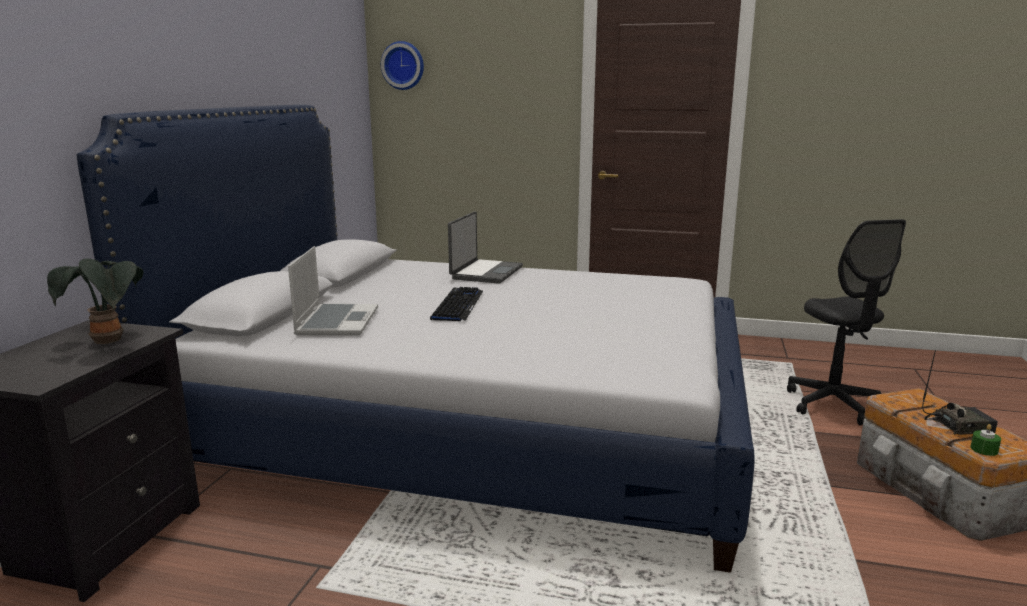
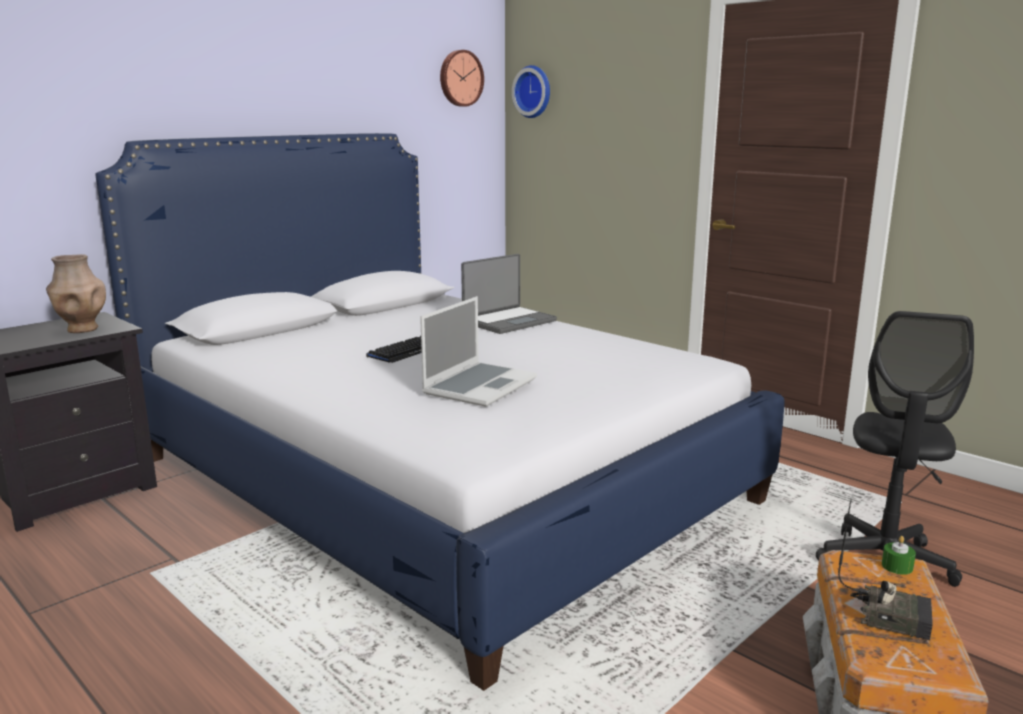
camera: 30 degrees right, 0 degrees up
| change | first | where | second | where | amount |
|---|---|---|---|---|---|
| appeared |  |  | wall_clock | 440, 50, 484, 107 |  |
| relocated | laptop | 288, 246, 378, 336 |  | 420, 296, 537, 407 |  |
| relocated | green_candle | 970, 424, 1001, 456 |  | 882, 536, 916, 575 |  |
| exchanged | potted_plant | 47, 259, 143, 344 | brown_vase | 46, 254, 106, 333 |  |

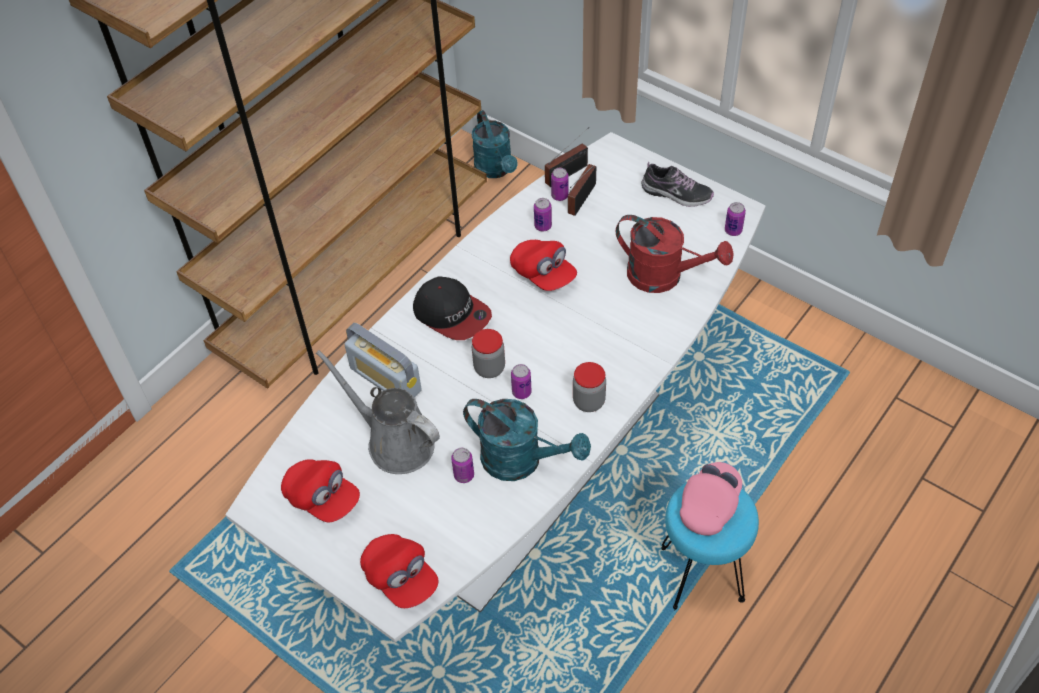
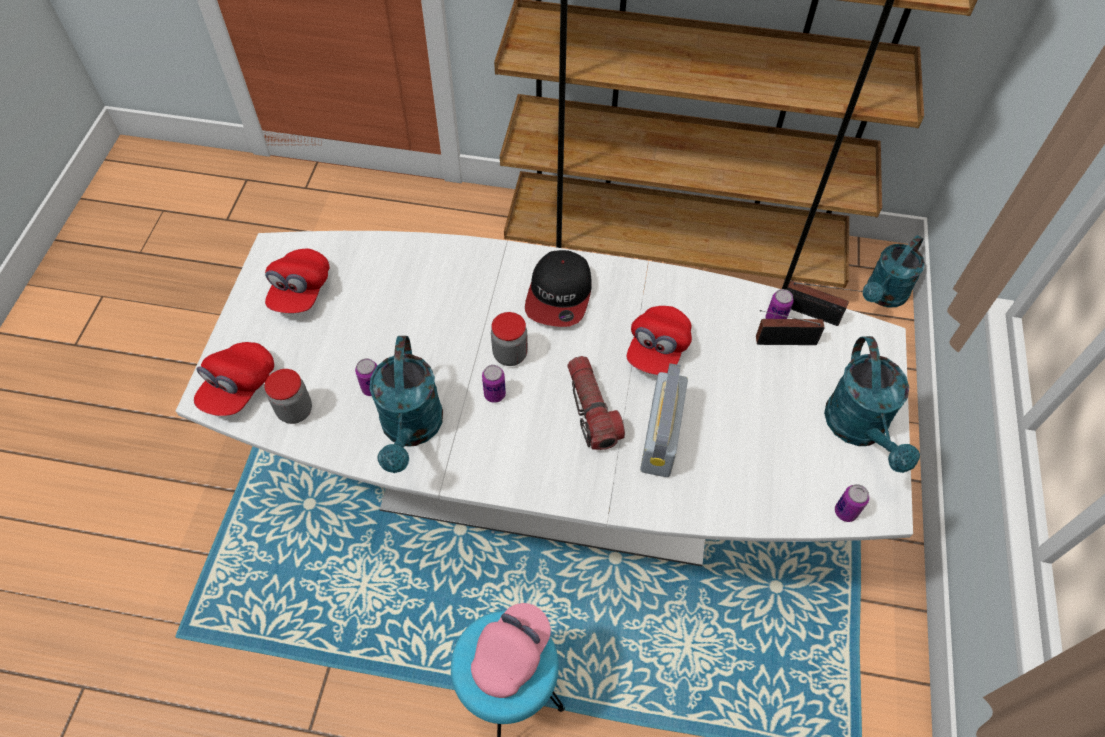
camera: 60 degrees right, 5 degrees up
| change | first | where | second | where | amount |
|---|---|---|---|---|---|
| missing | grey_watering_can | 316, 350, 440, 474 |  |  |  |
| missing | can | 534, 198, 552, 231 |  |  |  |
| missing | red_watering_can | 616, 215, 734, 293 |  |  |  |
| appeared |  |  | flashlight | 567, 356, 625, 450 |  |
| relocated | radio | 344, 323, 422, 397 |  | 640, 363, 688, 477 |  |
| relocated | jar | 573, 362, 606, 412 |  | 265, 369, 312, 424 |  |
| exchanged | shoe | 642, 162, 714, 207 | turquoise_watering_can | 824, 336, 920, 473 |  |
| spun | pink_cap | 680, 462, 742, 536 |  | 471, 603, 551, 698 | 60 degrees counterclockwise |

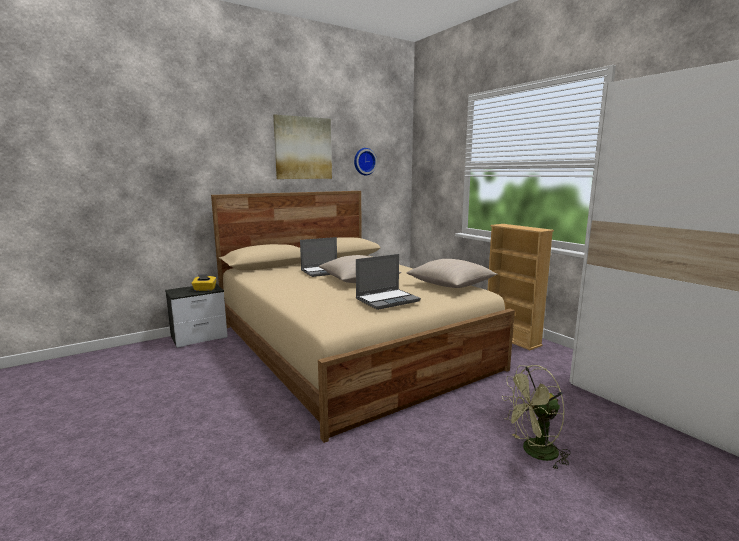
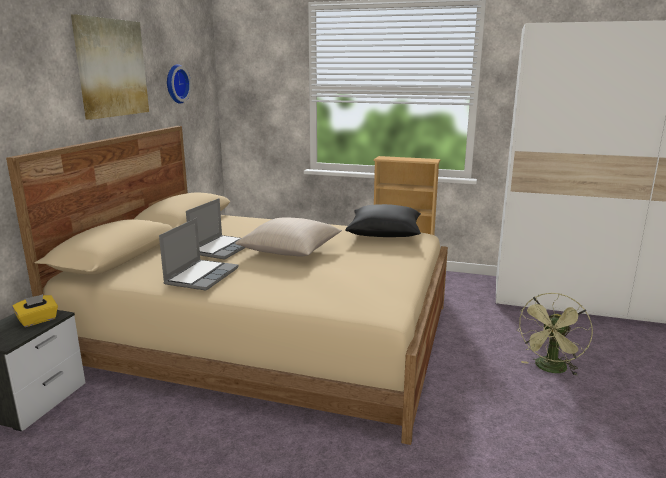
camera: 40 degrees left, 5 degrees up
| change | first | where | second | where | amount |
|---|---|---|---|---|---|
| relocated | laptop | 356, 254, 421, 310 |  | 159, 218, 239, 291 |  |
| colour | beige_pillow | 407, 259, 497, 288 | black_pillow | 345, 204, 421, 237 |  |

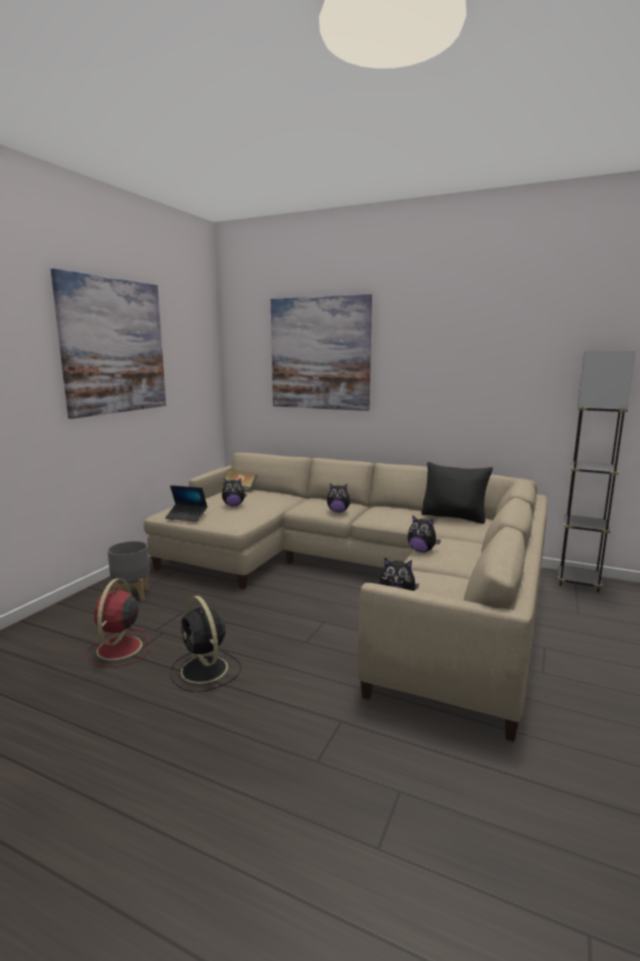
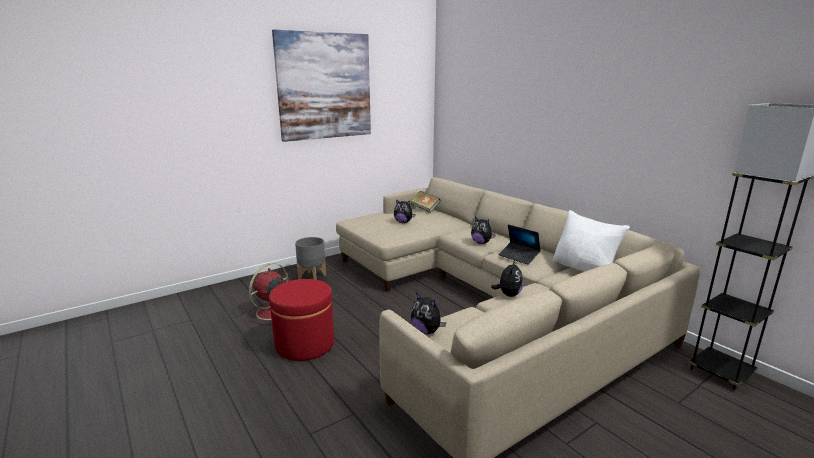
camera: 30 degrees right, 5 degrees up
| change | first | where | second | where | amount |
|---|---|---|---|---|---|
| missing | picture | 271, 294, 372, 411 |  |  |  |
| relocated | laptop | 165, 485, 208, 522 |  | 498, 225, 541, 265 |  |
| exchanged | black_fan | 171, 596, 241, 692 | red_ottoman | 269, 279, 334, 361 |  |
| colour | black_pillow | 421, 462, 493, 524 | white_pillow | 553, 210, 630, 272 |  |
| spun | plush_toy | 408, 515, 441, 552 |  | 491, 260, 523, 297 | 135 degrees counterclockwise |

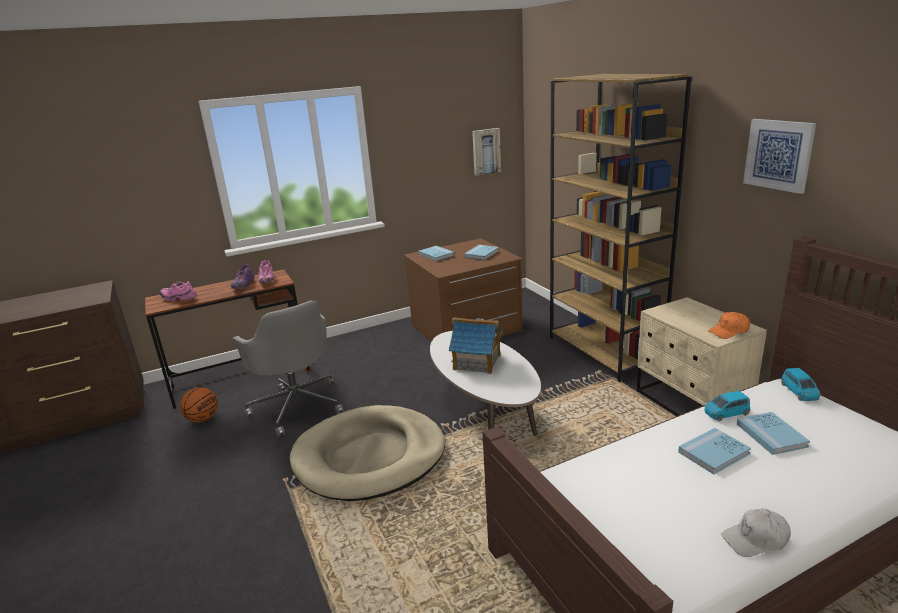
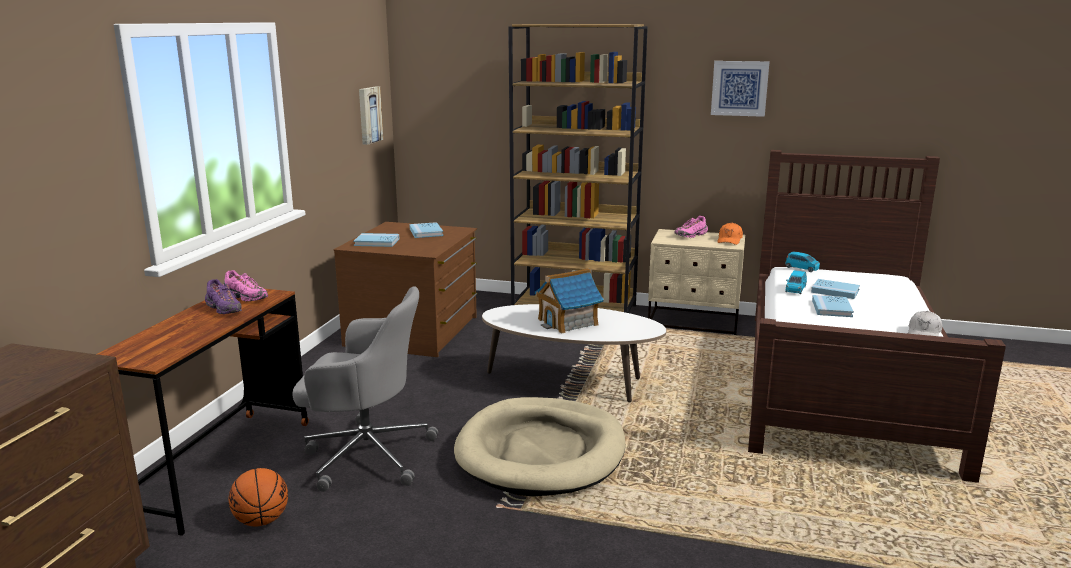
camera: 50 degrees left, 5 degrees down
| change | first | where | second | where | amount |
|---|---|---|---|---|---|
| relocated | pink_shoe | 160, 281, 197, 301 |  | 675, 216, 708, 238 |  |

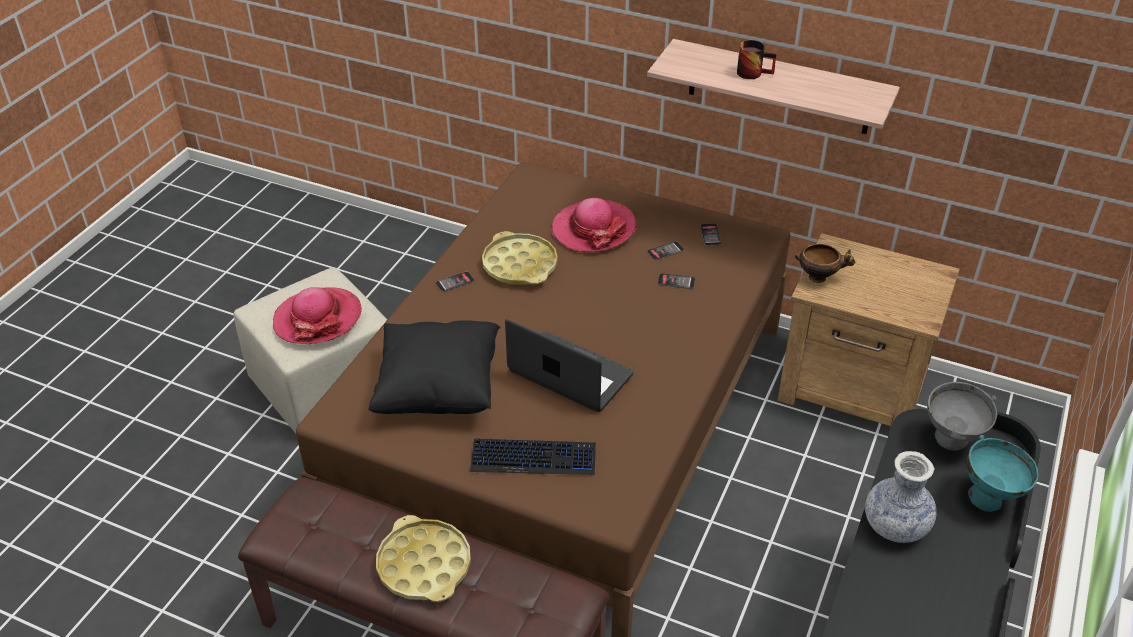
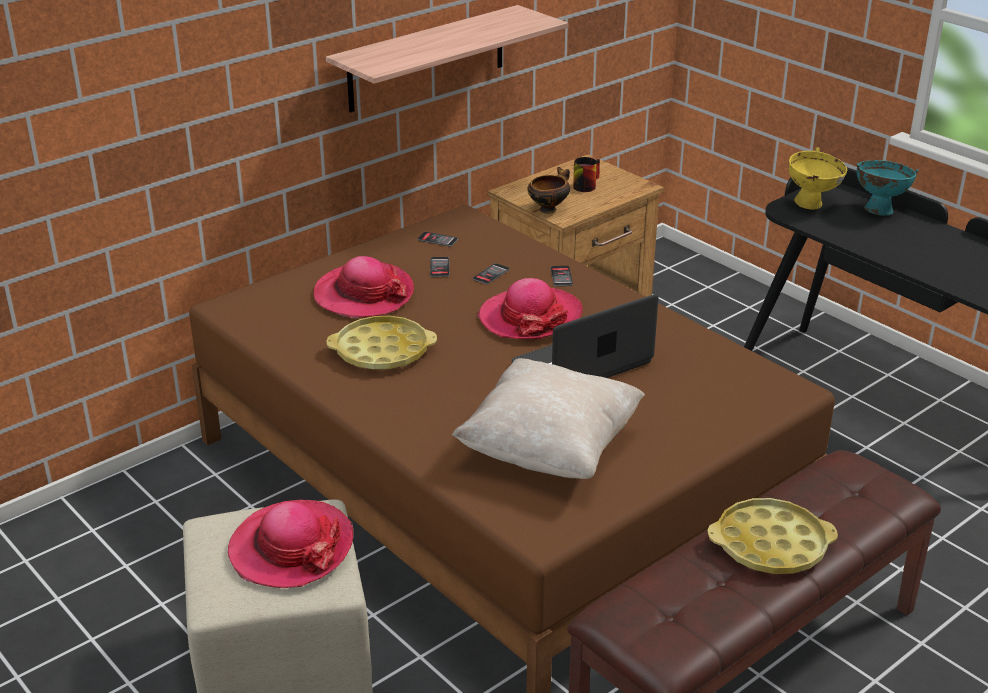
camera: 65 degrees left, 10 degrees down
| change | first | where | second | where | amount |
|---|---|---|---|---|---|
| missing | keyboard | 470, 438, 596, 475 |  |  |  |
| missing | vase | 865, 451, 937, 543 |  |  |  |
| appeared |  |  | hat | 478, 278, 583, 339 |  |
| relocated | phone | 435, 271, 474, 292 |  | 551, 266, 573, 286 |  |
| relocated | mug | 737, 40, 776, 79 |  | 573, 157, 600, 192 |  |
| colour | black_pillow | 368, 320, 500, 414 | beige_pillow | 452, 358, 645, 479 |  |
| colour | grey_bowl | 927, 382, 997, 451 | yellow_bowl | 788, 148, 847, 210 |  |

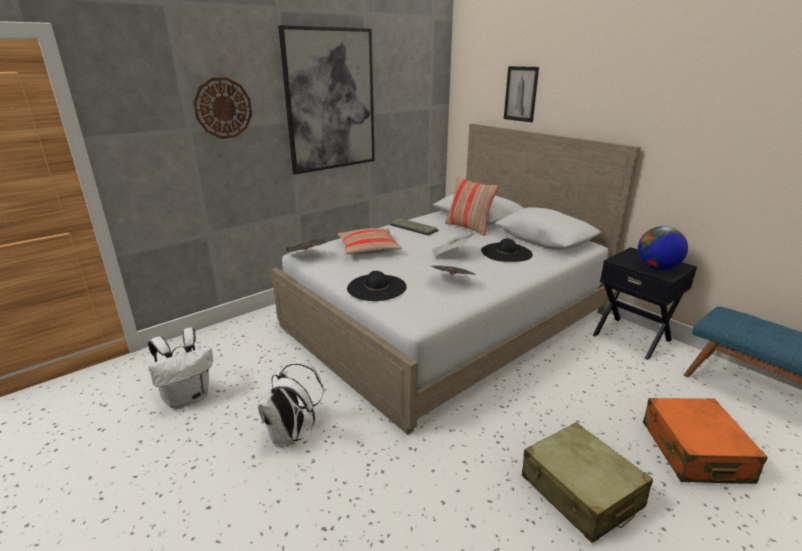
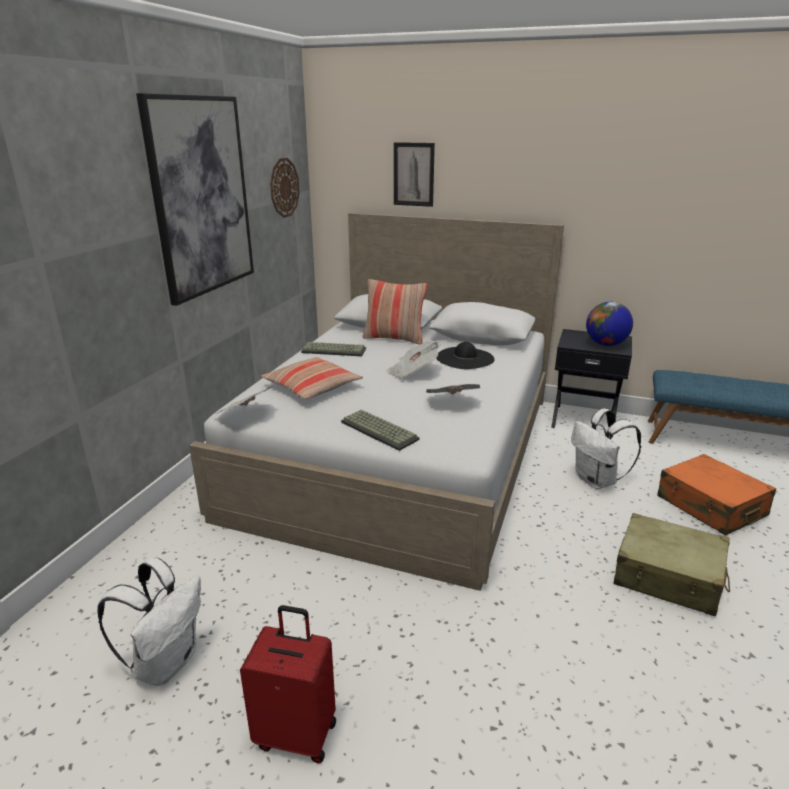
camera: 30 degrees left, 0 degrees up
| change | first | where | second | where | amount |
|---|---|---|---|---|---|
| appeared |  |  | red_suitcase | 240, 605, 336, 763 |  |
| relocated | wall_clock | 193, 77, 252, 139 |  | 270, 158, 300, 218 |  |
| relocated | white_backpack | 258, 360, 324, 445 |  | 571, 409, 641, 489 |  |
| exchanged | black_hat | 347, 271, 407, 301 | keyboard | 341, 409, 419, 451 |  |

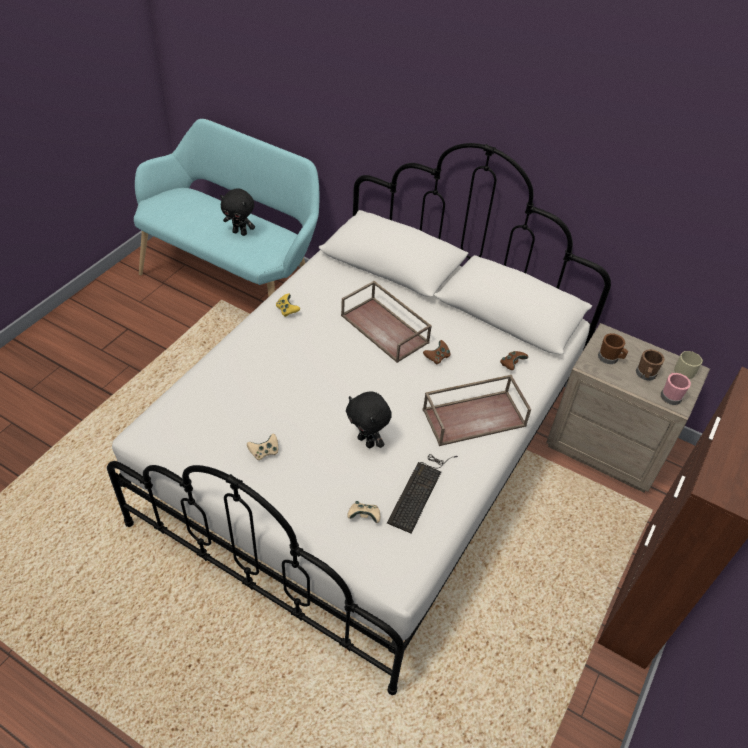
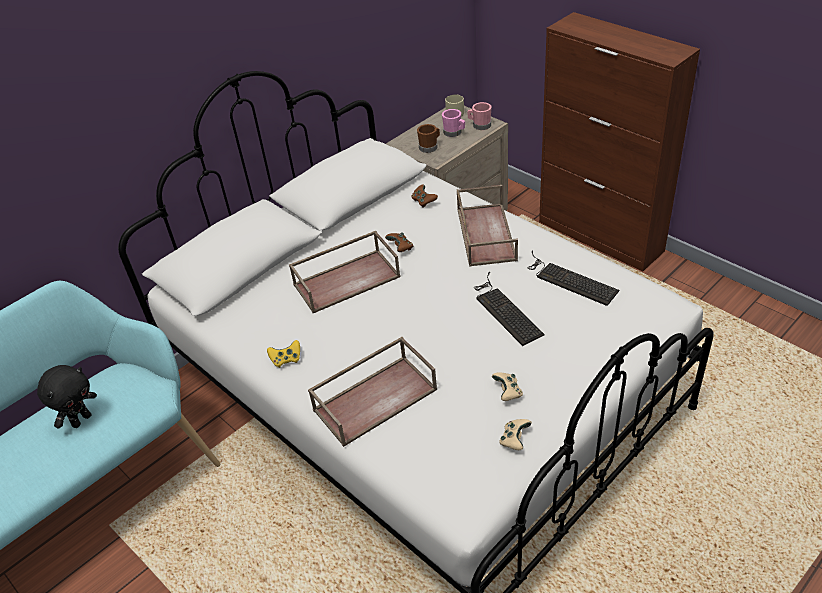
camera: 70 degrees left, 5 degrees down
| change | first | where | second | where | amount |
|---|---|---|---|---|---|
| appeared |  |  | brown_tray | 308, 337, 437, 447 |  |
| relocated | beige_game_controller | 347, 501, 380, 523 |  | 499, 419, 532, 450 |  |
| exchanged | black_plush_toy | 346, 391, 392, 448 | keyboard | 474, 272, 545, 346 |  |
| colour | brown_mug | 636, 349, 665, 381 | pink_mug | 442, 109, 465, 137 |  |

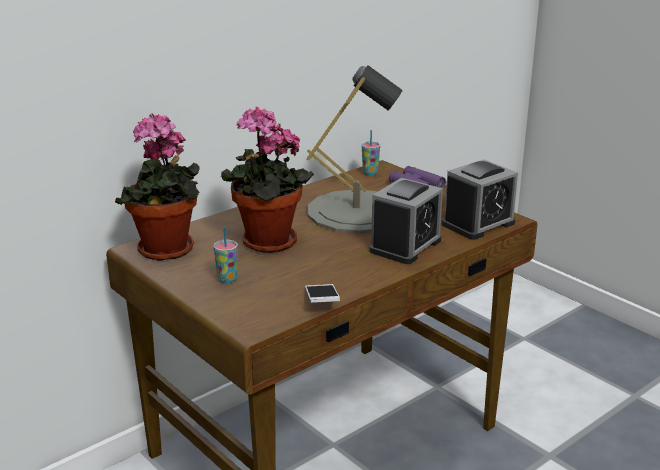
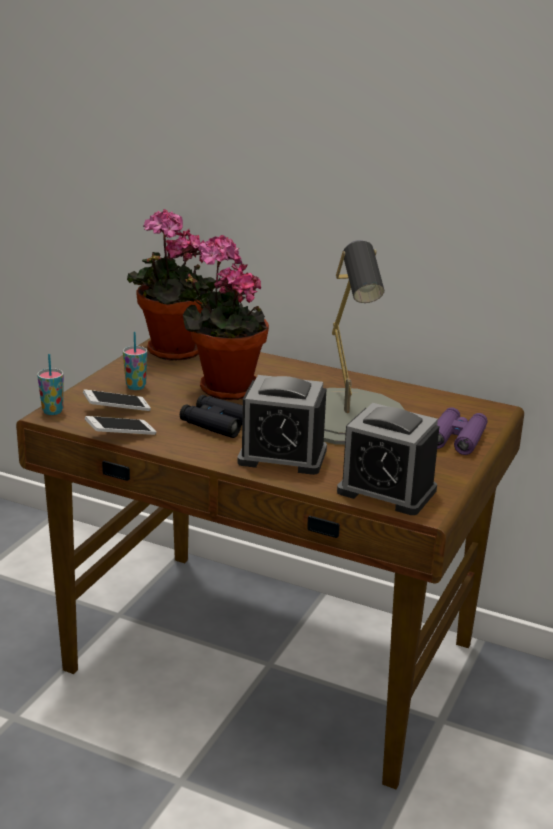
camera: 65 degrees right, 0 degrees up
| change | first | where | second | where | amount |
|---|---|---|---|---|---|
| appeared |  |  | phone | 83, 389, 151, 411 |  |
| appeared |  |  | black_binoculars | 180, 395, 243, 438 |  |
| relocated | cup | 362, 130, 380, 175 |  | 37, 354, 64, 415 |  |

